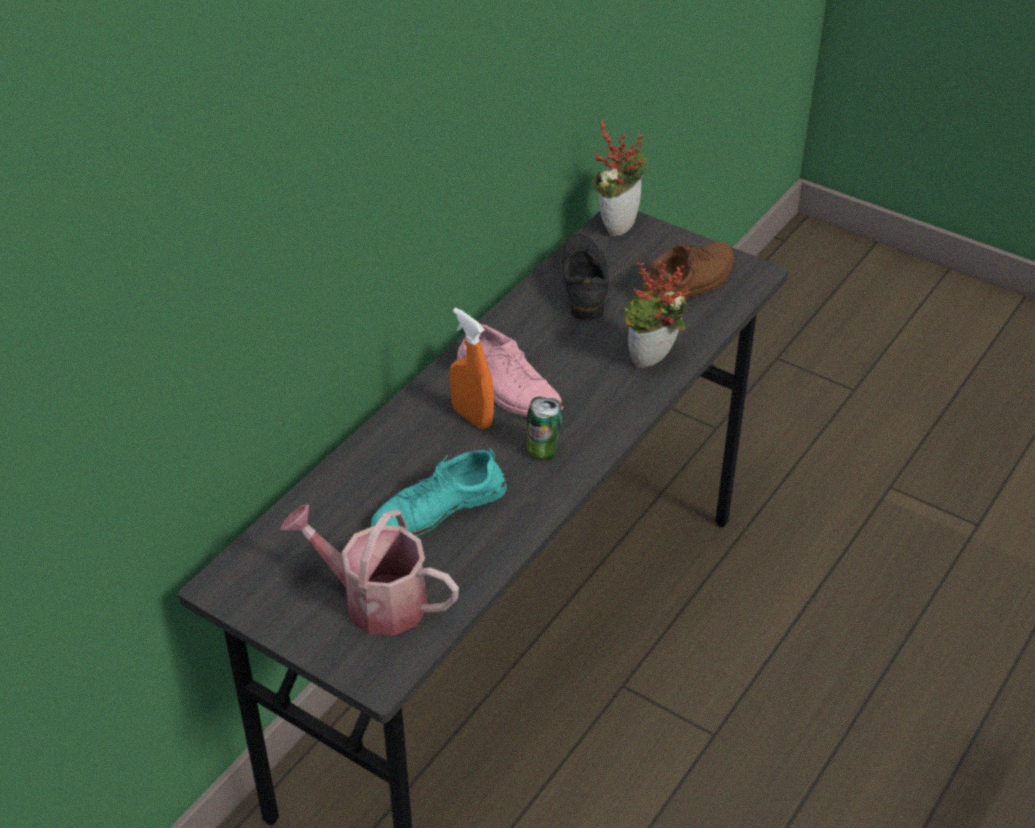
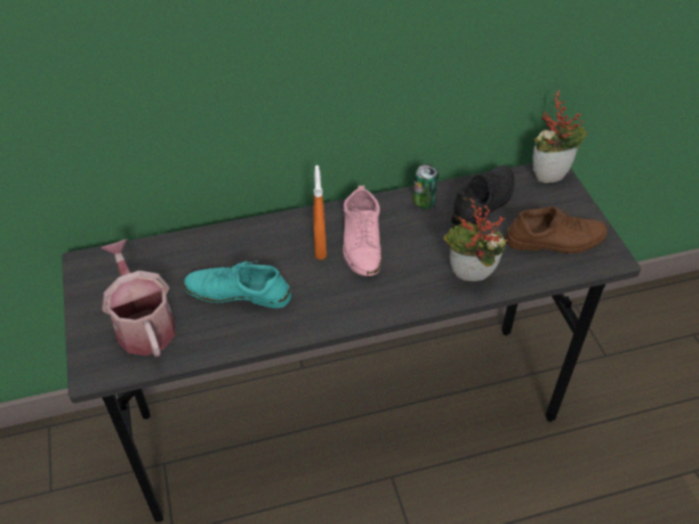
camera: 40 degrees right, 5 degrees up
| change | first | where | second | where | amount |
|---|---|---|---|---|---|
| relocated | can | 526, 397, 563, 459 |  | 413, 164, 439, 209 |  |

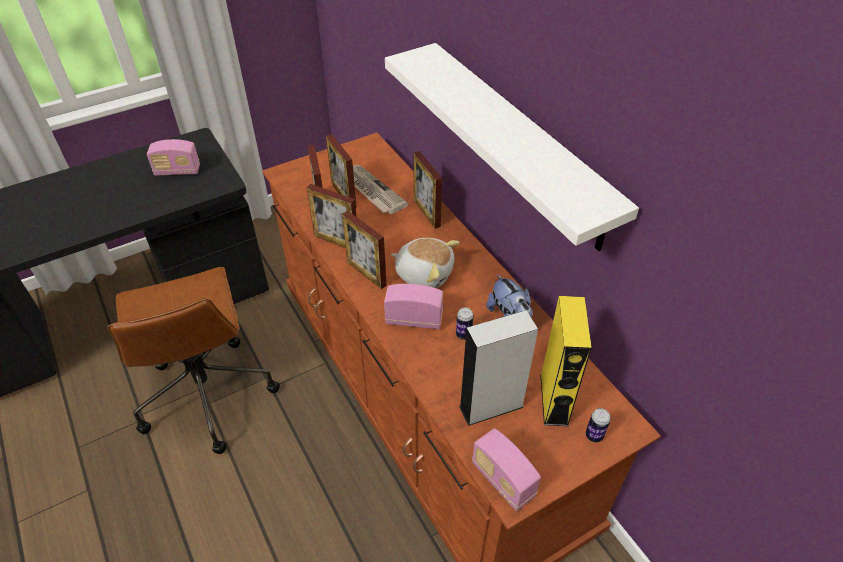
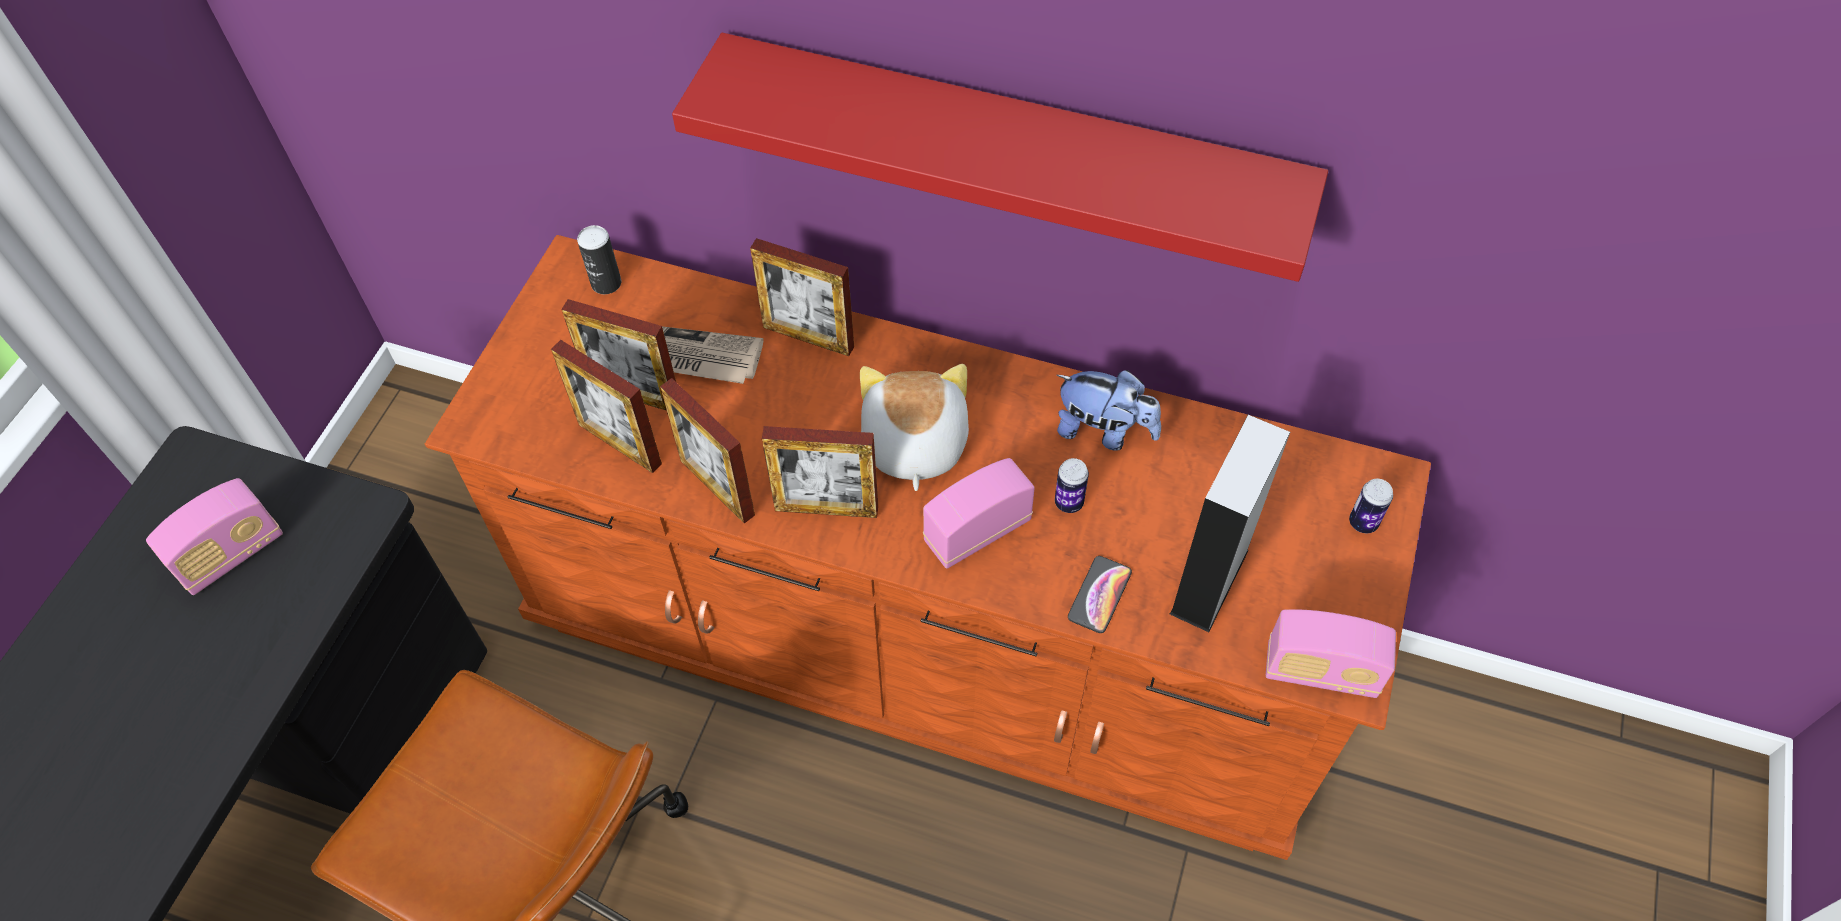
camera: 40 degrees left, 10 degrees up
| change | first | where | second | where | amount |
|---|---|---|---|---|---|
| missing | yellow_speaker | 540, 296, 592, 426 |  |  |  |
| appeared |  |  | can | 577, 225, 621, 294 |  |
| appeared |  |  | phone | 1068, 556, 1132, 633 |  |
| colour | white_shelf | 385, 43, 639, 251 | red_shelf | 672, 33, 1328, 282 |  |
| spun | picture_frame | 307, 184, 357, 248 |  | 660, 378, 755, 524 | 60 degrees clockwise |
| spun | plush_toy | 391, 238, 460, 288 |  | 860, 364, 969, 491 | 75 degrees counterclockwise |

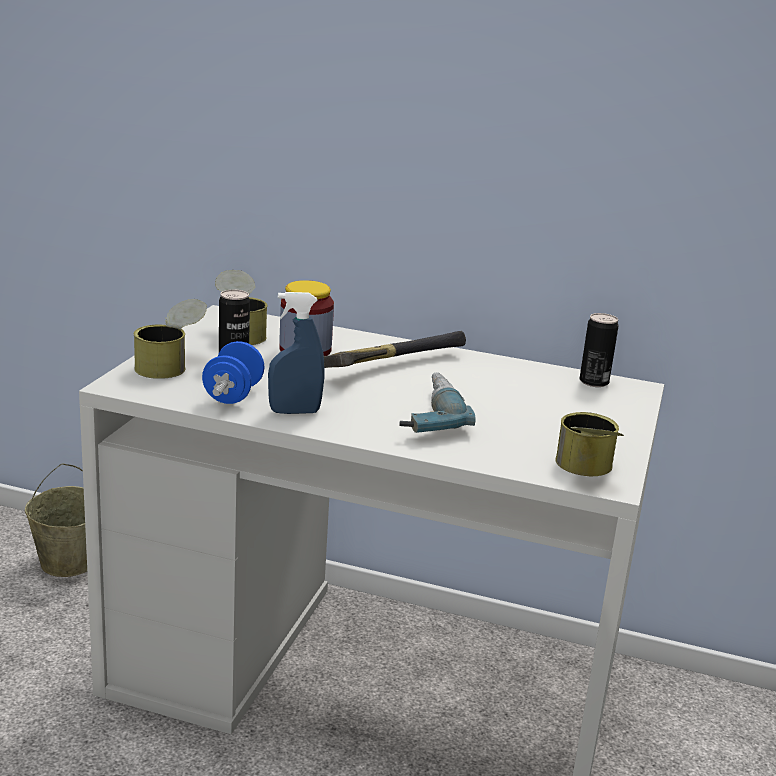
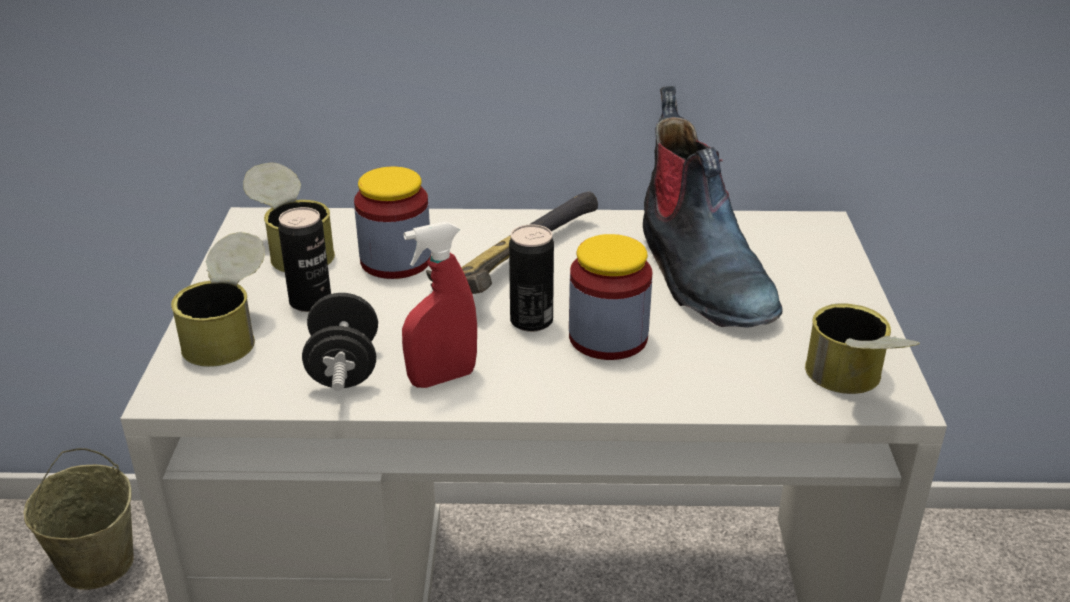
camera: 15 degrees left, 10 degrees up
| change | first | where | second | where | amount |
|---|---|---|---|---|---|
| appeared |  |  | boot | 643, 86, 783, 328 |  |
| relocated | can | 580, 313, 619, 387 |  | 509, 225, 554, 332 |  |
| exchanged | power_drill | 399, 372, 476, 433 | jar | 569, 234, 652, 360 |  |
| colour | blue_dumbbell | 202, 341, 265, 404 | black_dumbbell | 302, 293, 378, 391 |  |
| colour | blue_spray_bottle | 268, 292, 325, 414 | red_spray_bottle | 402, 221, 477, 388 |  |

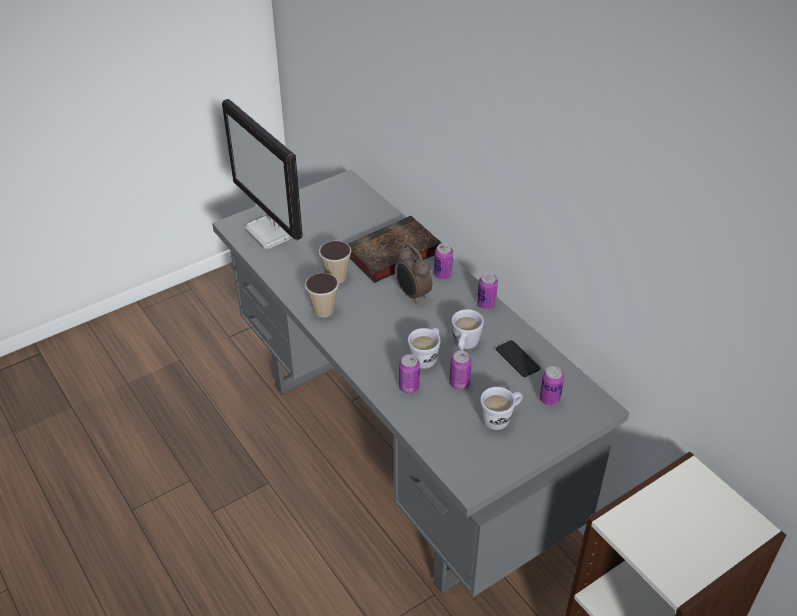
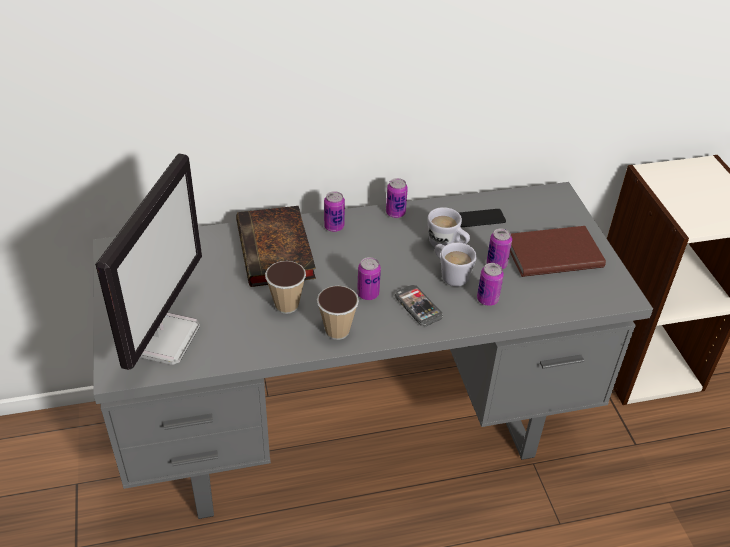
camera: 70 degrees left, 0 degrees up
| change | first | where | second | where | amount |
|---|---|---|---|---|---|
| missing | alarm_clock | 395, 244, 432, 304 |  |  |  |
| appeared |  |  | phone | 395, 285, 443, 326 |  |
| relocated | can | 540, 366, 564, 406 |  | 357, 257, 381, 300 |  |
| exchanged | white_mug | 480, 387, 523, 430 | brown_book | 510, 226, 606, 277 |  |
| spun | monitor | 222, 99, 303, 249 |  | 95, 153, 202, 370 | 60 degrees counterclockwise |

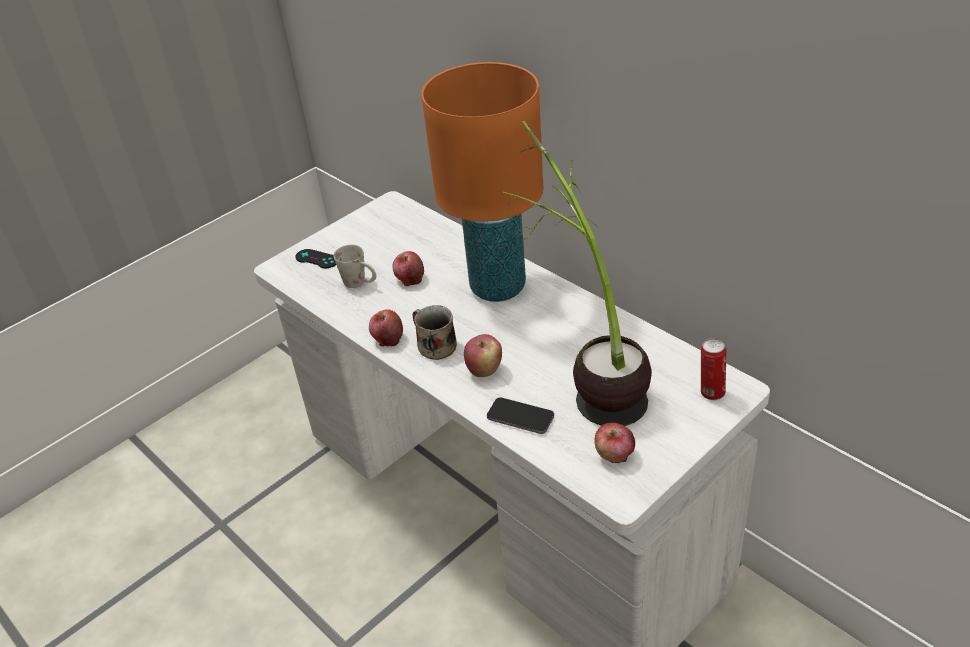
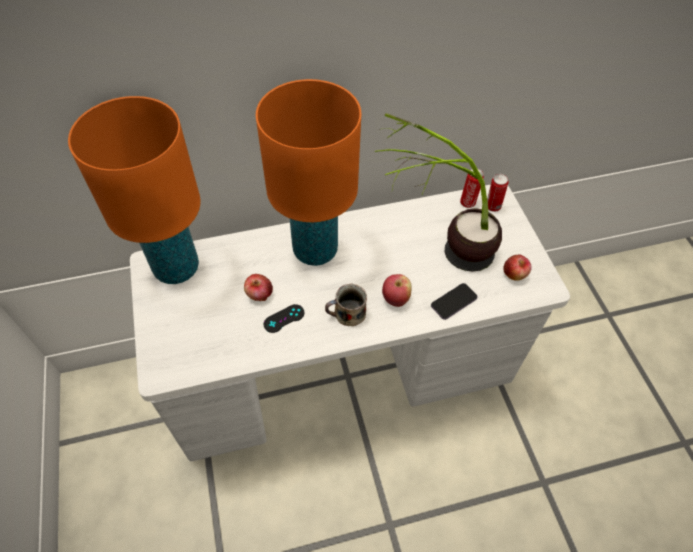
camera: 65 degrees left, 15 degrees up
| change | first | where | second | where | amount |
|---|---|---|---|---|---|
| missing | white_mug | 334, 245, 377, 288 |  |  |  |
| missing | apple | 369, 310, 403, 347 |  |  |  |
| appeared |  |  | orange_table_lamp | 68, 96, 201, 284 |  |
| appeared |  |  | can | 460, 168, 484, 208 |  |
| relocated | black_game_controller | 296, 249, 336, 268 |  | 264, 304, 305, 333 |  |

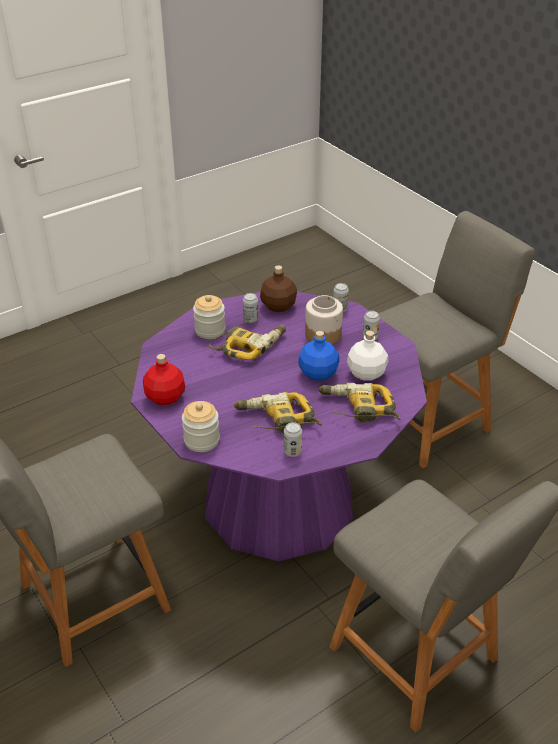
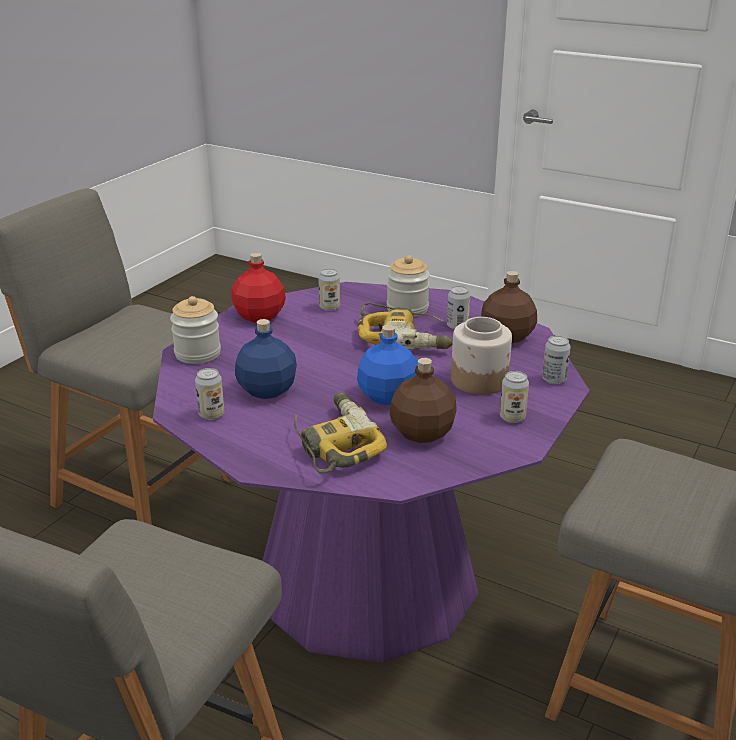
camera: 65 degrees right, 10 degrees down
| change | first | where | second | where | amount |
|---|---|---|---|---|---|
| appeared |  |  | can | 318, 269, 340, 311 |  |
| exchanged | power_drill | 234, 392, 322, 433 | blue_bottle | 235, 319, 297, 399 |  |
| colour | white_bottle | 347, 331, 388, 381 | brown_bottle | 389, 358, 457, 443 |  |

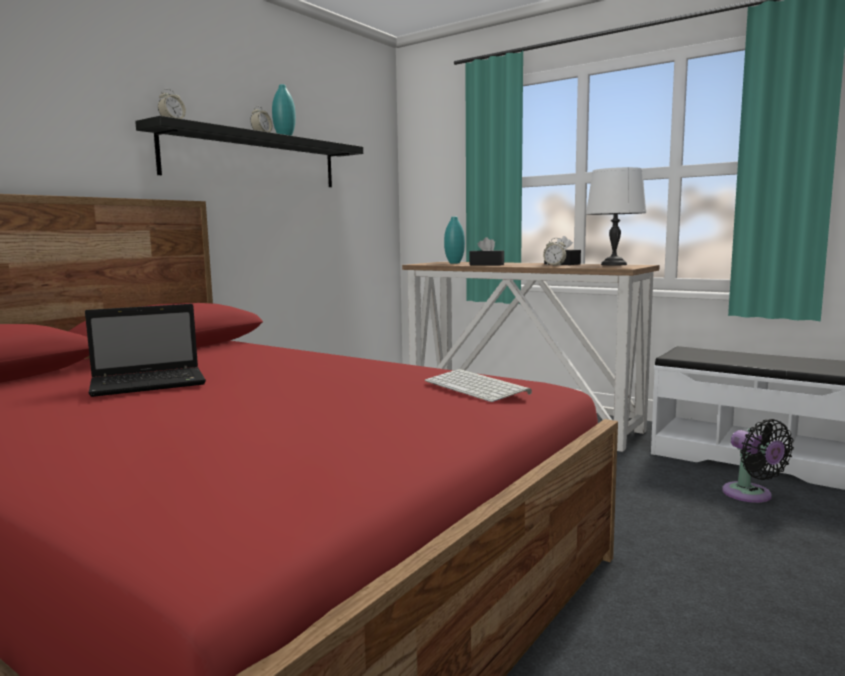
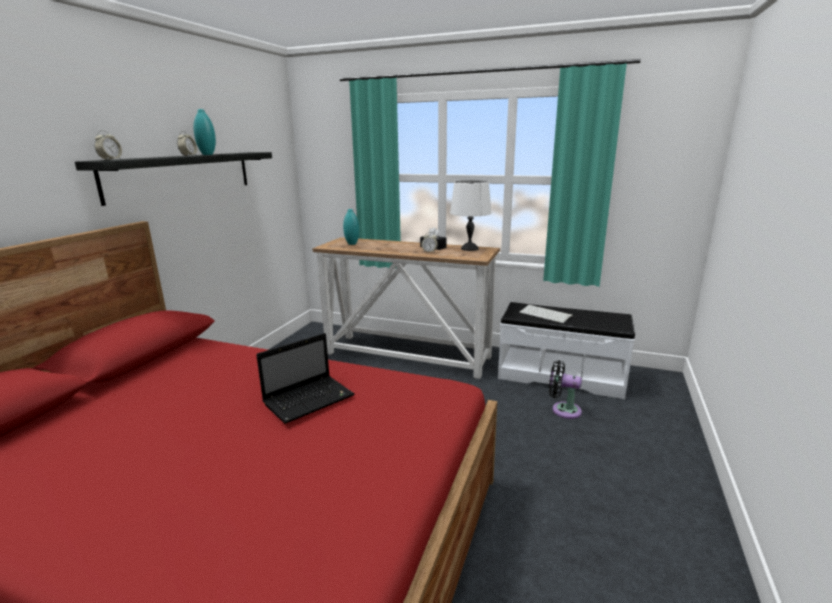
camera: 15 degrees left, 10 degrees up
| change | first | where | second | where | amount |
|---|---|---|---|---|---|
| missing | black_tissue_box | 470, 237, 504, 265 |  |  |  |
| relocated | laptop | 85, 304, 206, 397 |  | 256, 333, 354, 424 |  |
| relocated | keyboard | 425, 369, 532, 402 |  | 519, 305, 573, 323 |  |
| spun | black_fan | 722, 419, 794, 503 |  | 549, 360, 582, 419 | 150 degrees clockwise |

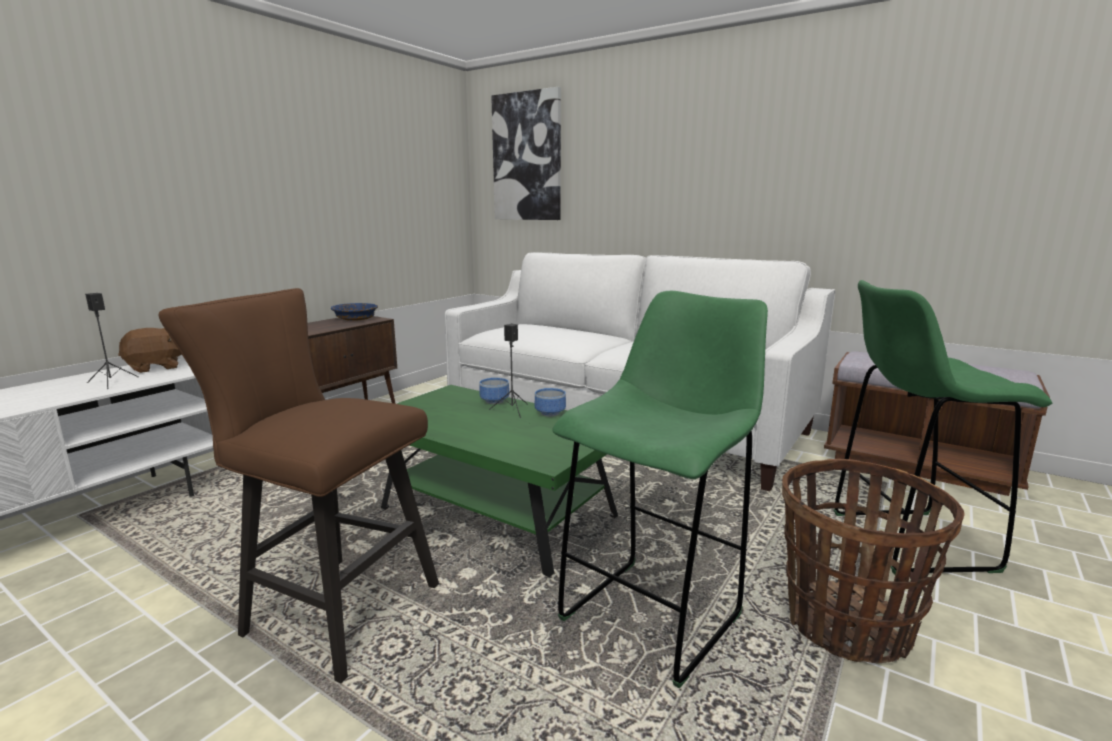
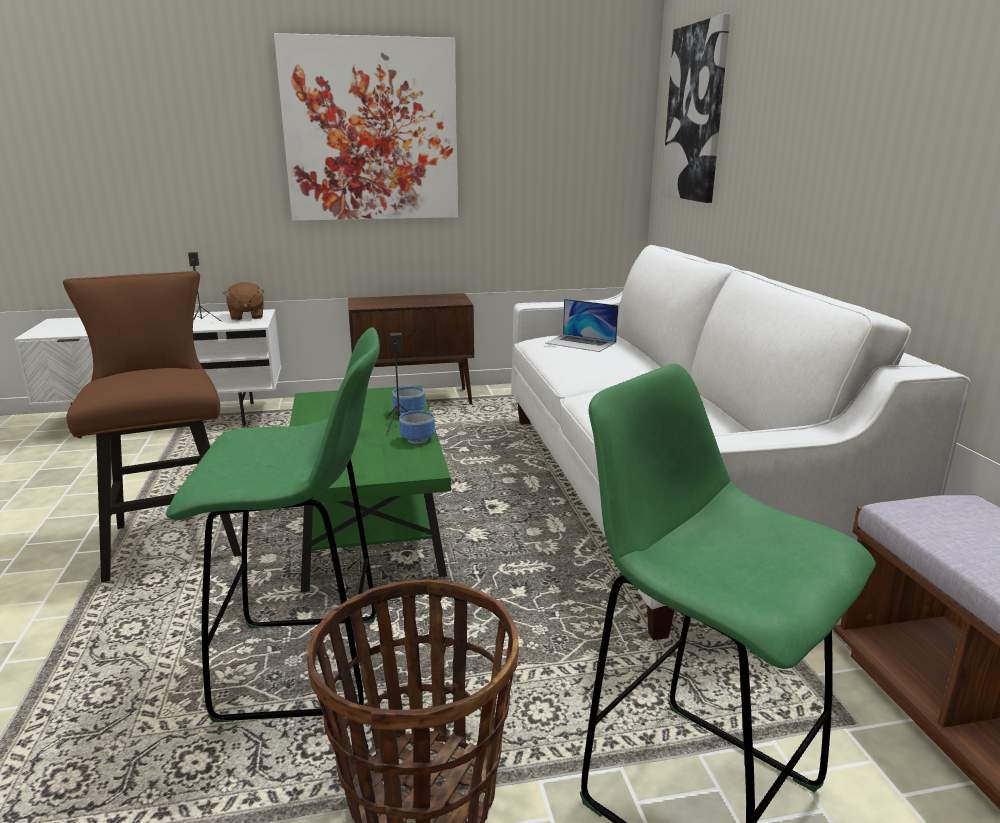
camera: 45 degrees right, 5 degrees up
| change | first | where | second | where | amount |
|---|---|---|---|---|---|
| missing | blue_bowl | 331, 303, 378, 321 |  |  |  |
| appeared |  |  | picture | 274, 33, 458, 221 |  |
| appeared |  |  | laptop | 545, 299, 618, 352 |  |
| spun | brown_plush_toy | 118, 328, 182, 373 |  | 223, 282, 264, 320 | 60 degrees clockwise |

